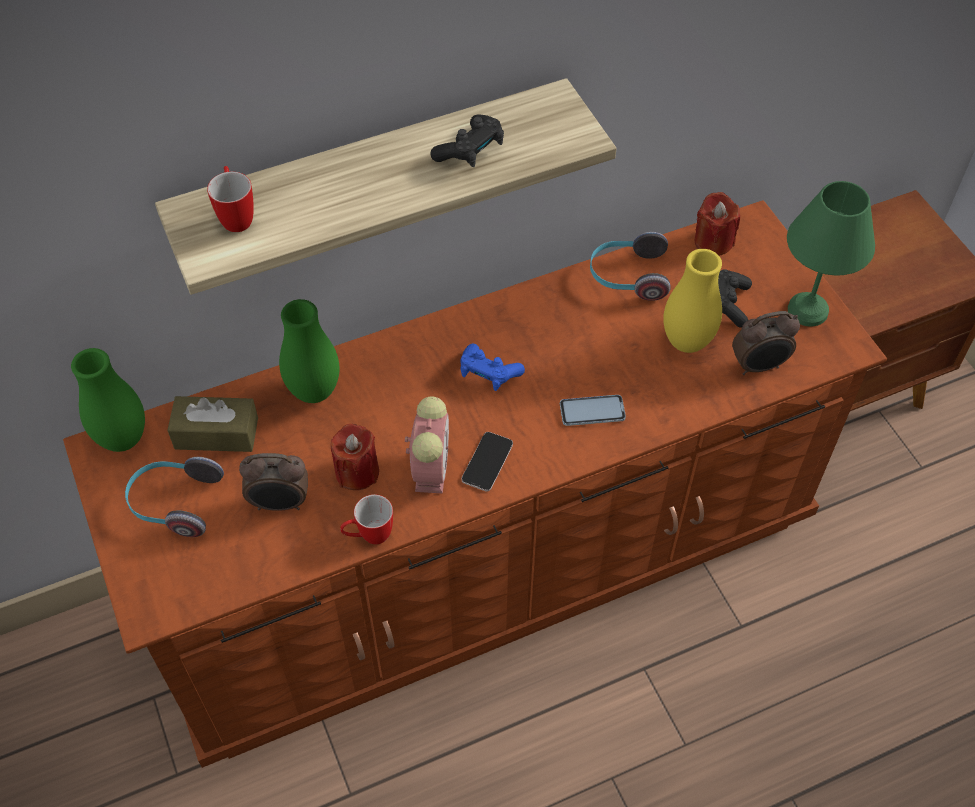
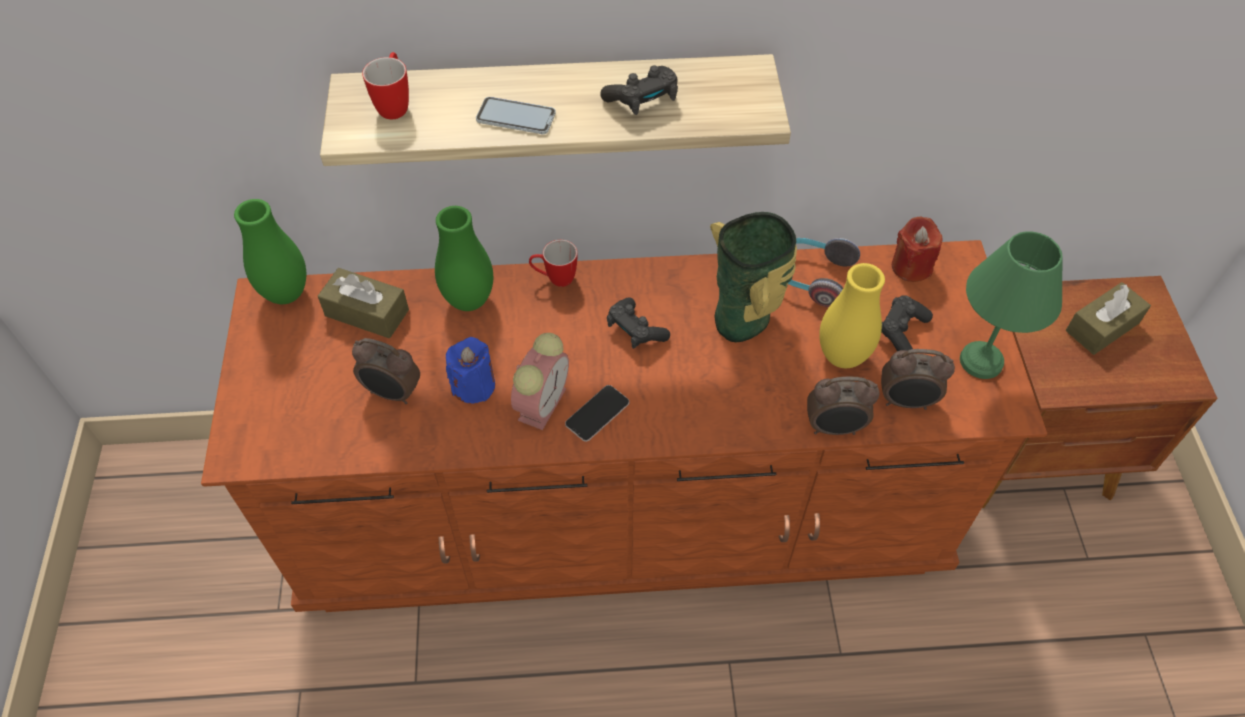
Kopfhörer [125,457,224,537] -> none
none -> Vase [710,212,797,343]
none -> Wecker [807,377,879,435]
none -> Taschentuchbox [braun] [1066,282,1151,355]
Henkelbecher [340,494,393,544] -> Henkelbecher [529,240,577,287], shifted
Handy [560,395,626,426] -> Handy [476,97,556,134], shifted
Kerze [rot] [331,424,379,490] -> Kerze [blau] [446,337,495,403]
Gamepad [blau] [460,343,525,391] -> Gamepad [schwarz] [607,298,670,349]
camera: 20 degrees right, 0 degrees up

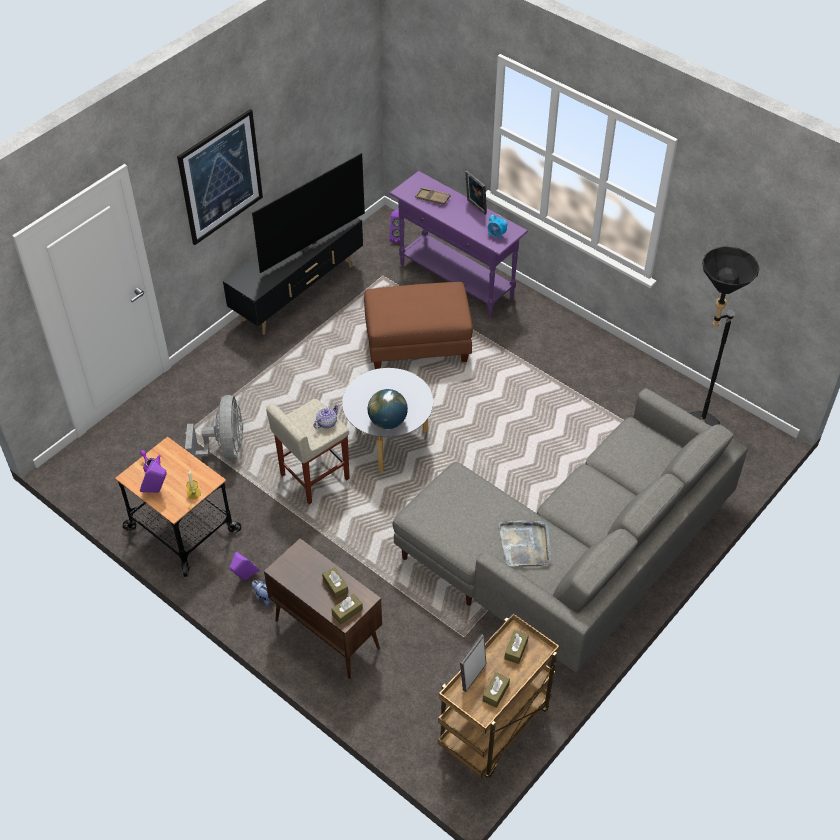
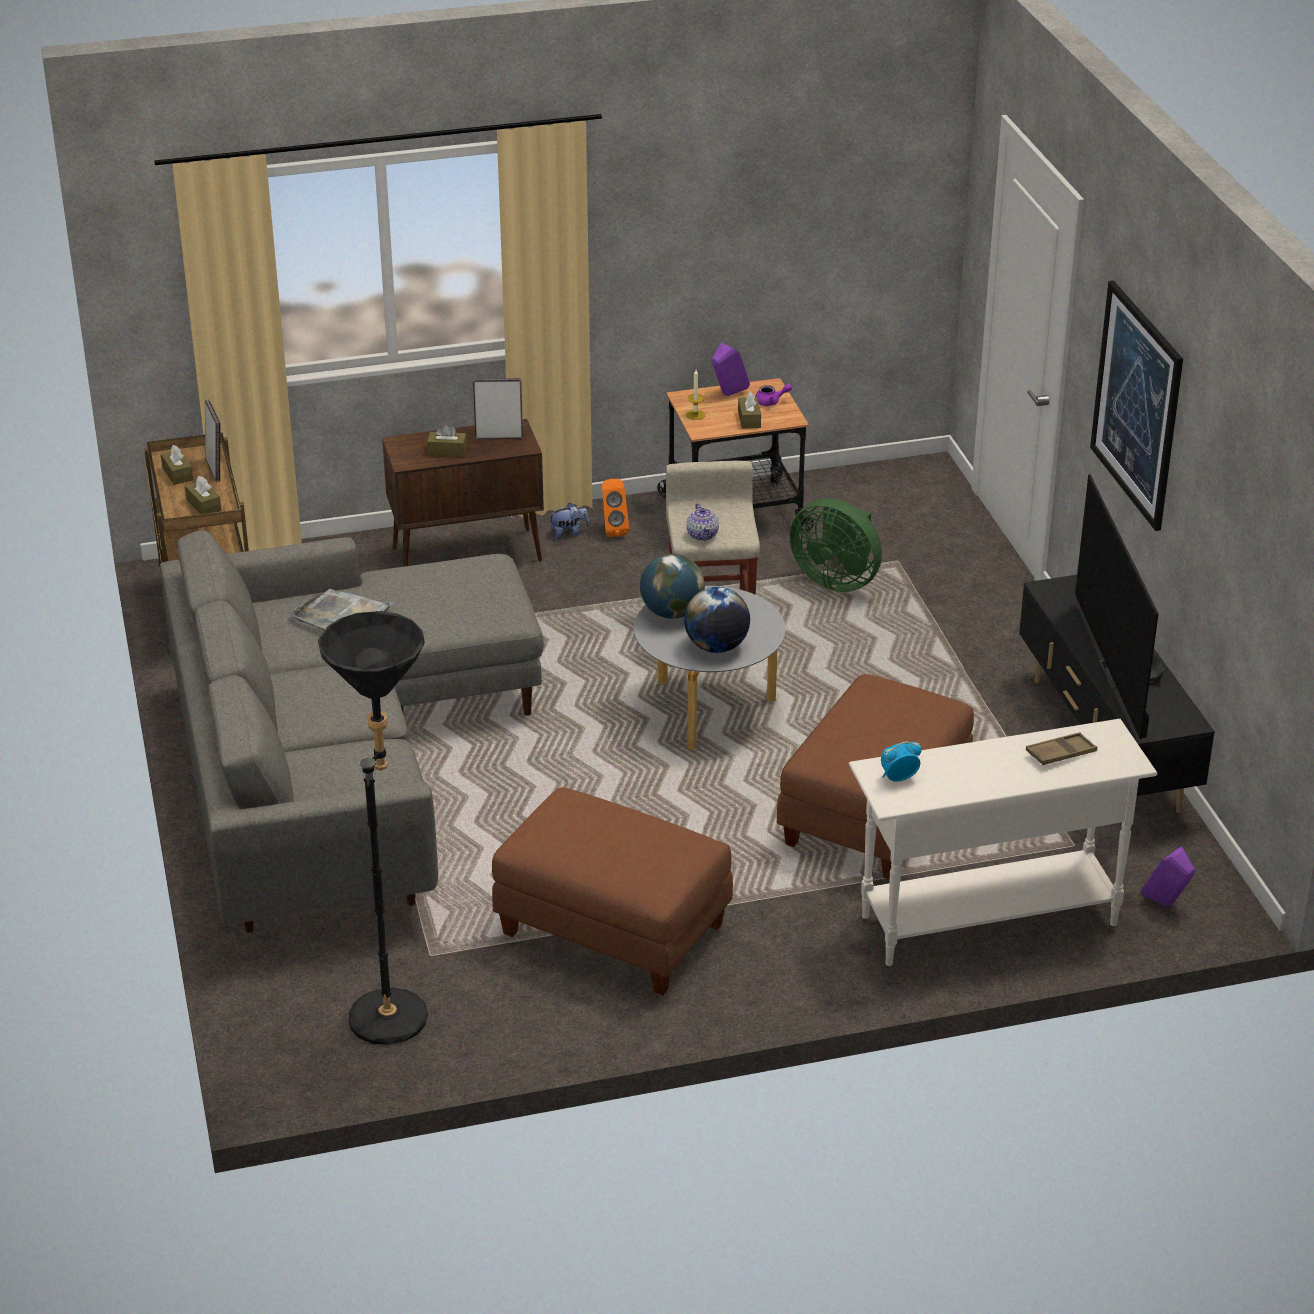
none -> Polsterhocker [braun] [492,787,733,995]
none -> Globus [684,587,750,653]
Taschentuchbox [braun] [332,594,363,625] -> Taschentuchbox [braun] [738,392,761,429], shifted
Bilderrahmen [465,171,487,215] -> Bilderrahmen [473,378,523,439], shifted
Ventilator [grau] [185,395,243,459] -> Ventilator [grün] [790,499,882,592]
Lautsprecher [lila] [230,552,259,580] -> Lautsprecher [orange] [602,479,629,538]
Konsolentisch [lila] [389,171,528,317] -> Konsolentisch [weiß] [849,719,1157,966]
camera: 125 degrees right, 15 degrees down

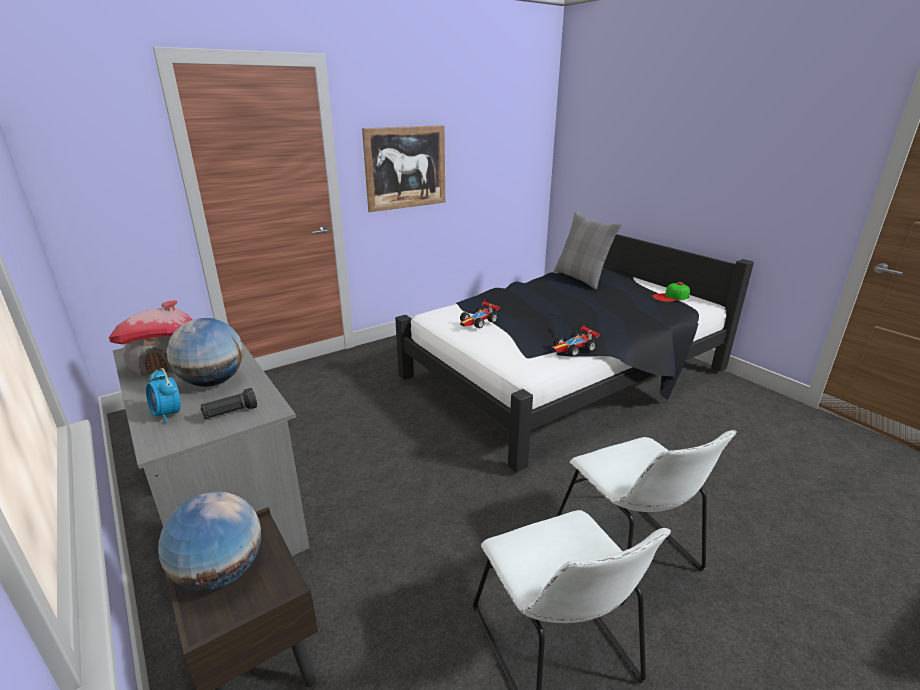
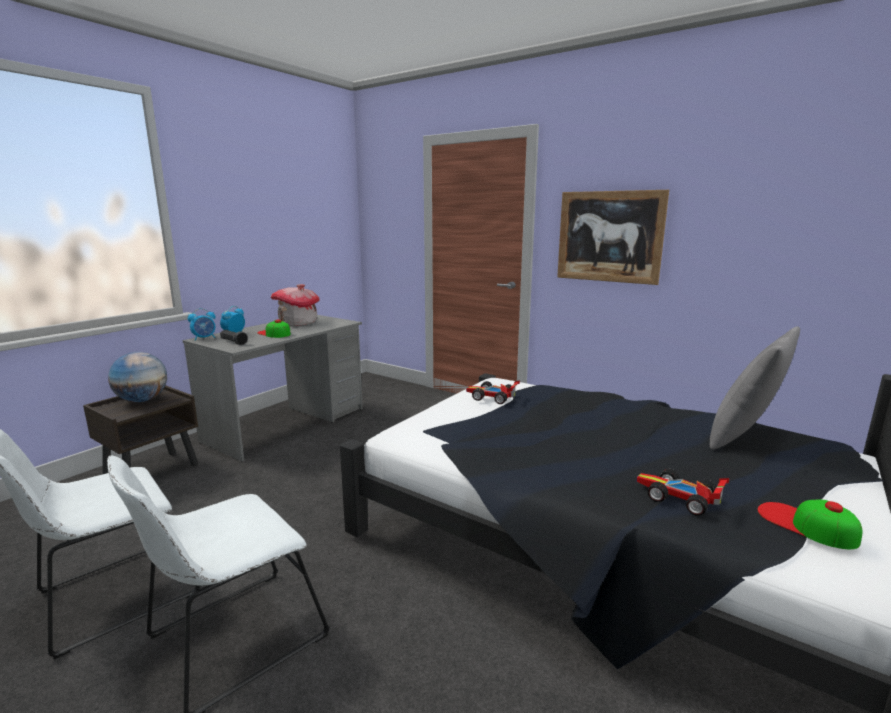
none -> Wecker [188,308,215,341]
Spielzeugauto [552,325,600,356] -> Spielzeugauto [637,468,729,516], shifted
Globus [167,318,243,387] -> Kappe [257,319,291,338]
camera: 70 degrees right, 10 degrees down

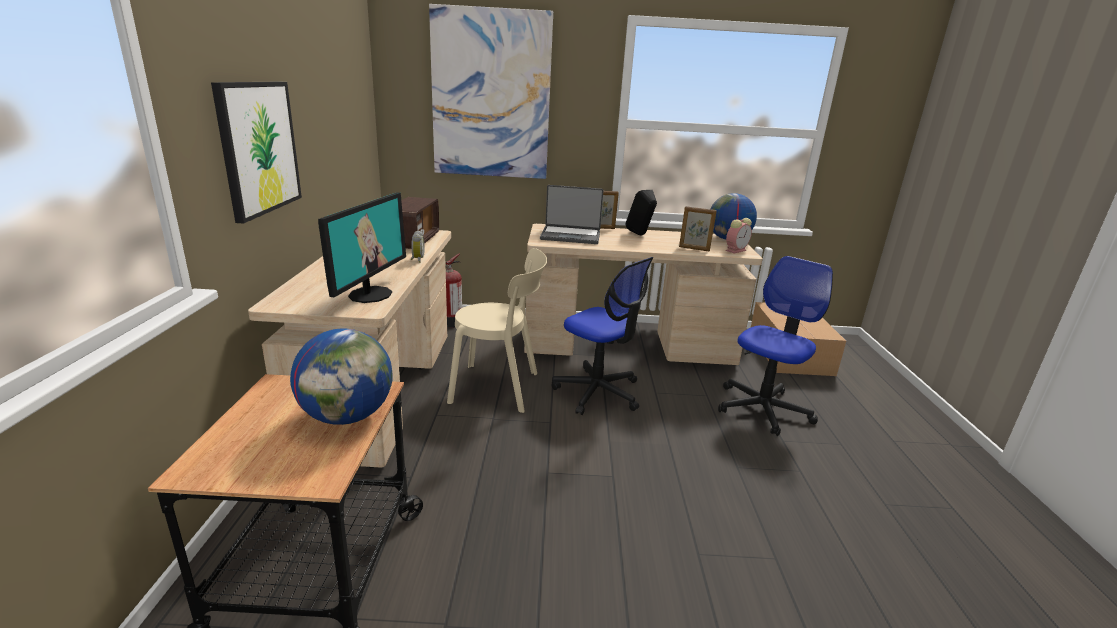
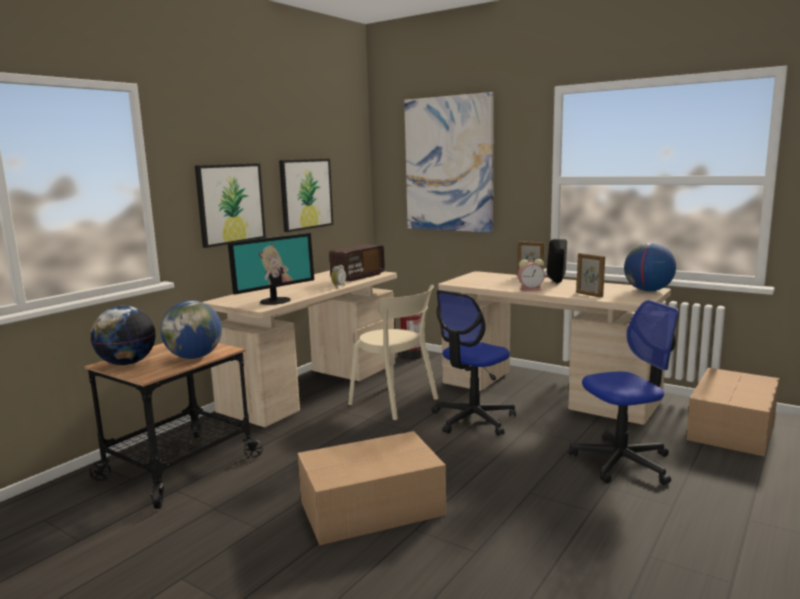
Laptop [540,185,603,244] -> none
none -> Globus [90,306,156,365]
none -> Bild [279,159,333,232]
none -> Karton [298,431,446,546]
Wecker [726,218,752,253] -> Wecker [518,259,545,291], shifted
Bürostuhl [552,257,654,415] -> Bürostuhl [431,290,516,436], 60 degrees clockwise
camera: 35 degrees right, 10 degrees down

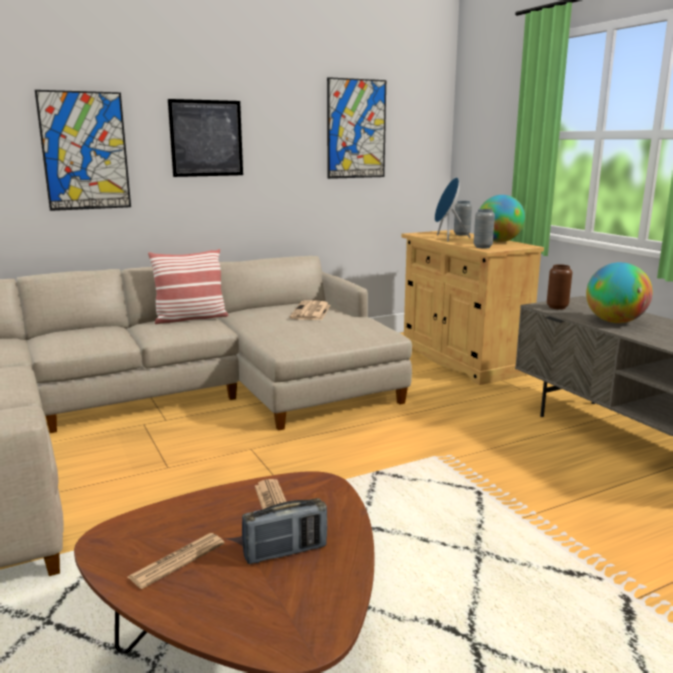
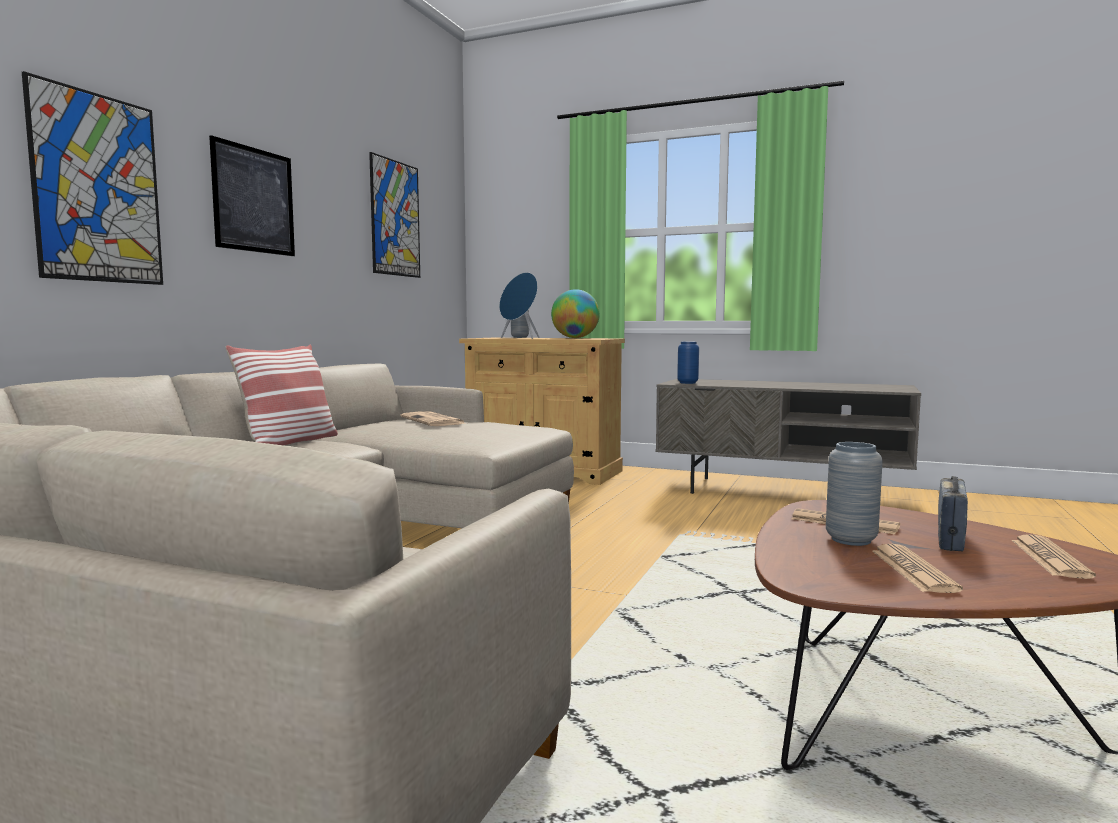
Globus [586,262,653,323] -> none
none -> Zeitung [1012,534,1096,579]
Vase [grau] [474,209,495,248] -> Vase [grau] [826,442,883,546], shifted
Vase [braun] [547,264,572,309] -> Vase [blau] [677,342,699,384]
camera: 40 degrees left, 10 degrees down

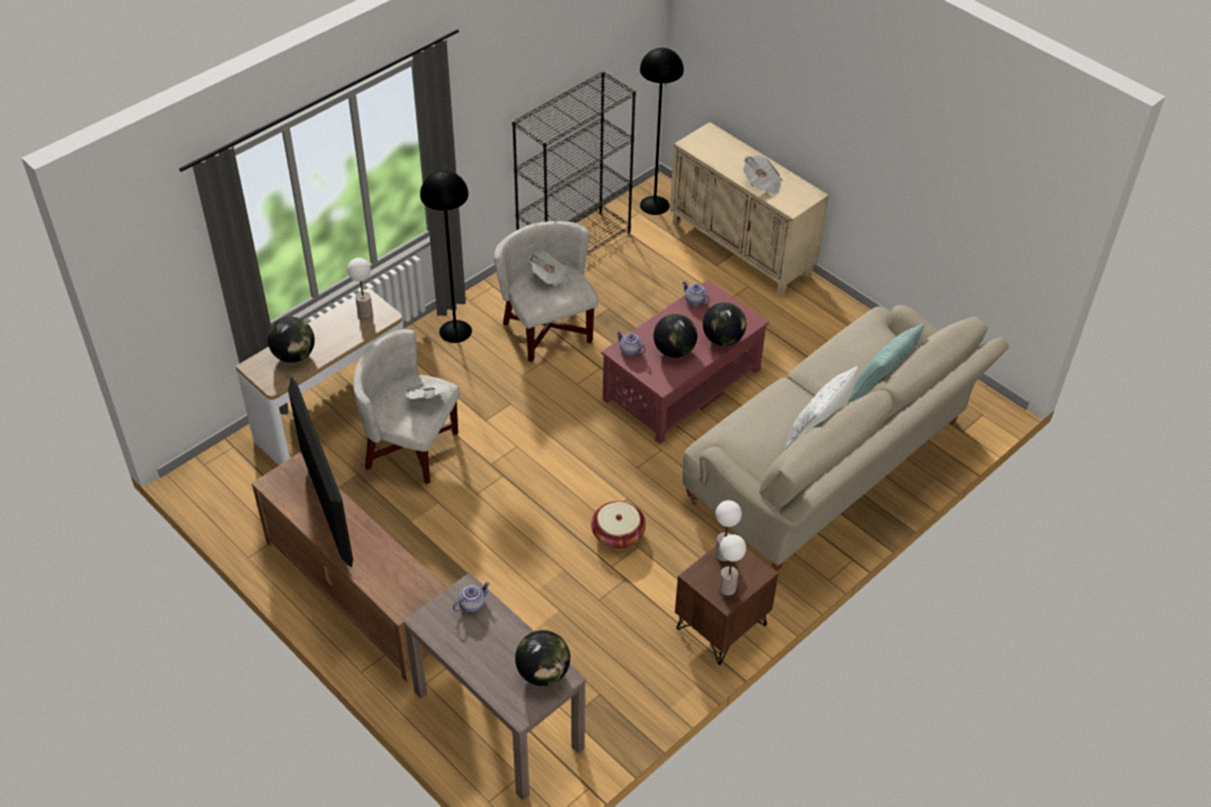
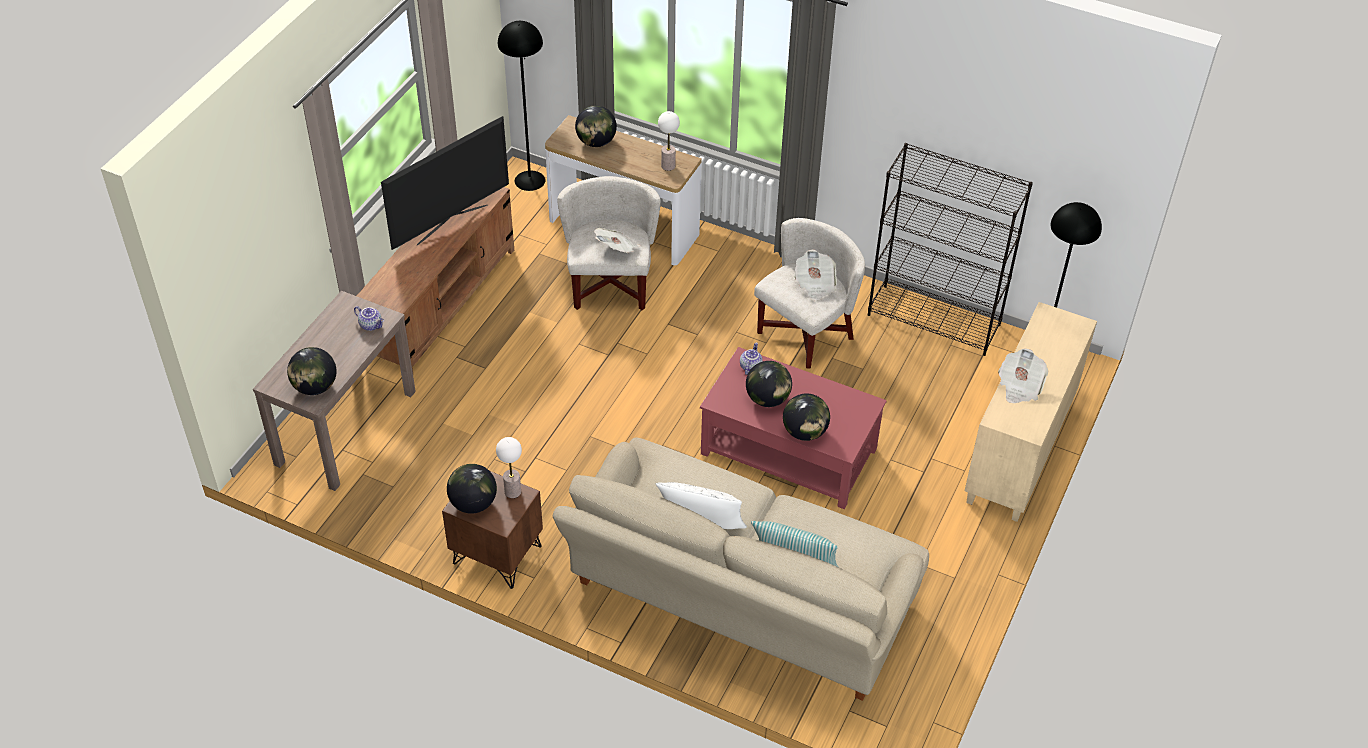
Korb [591,501,646,549] -> none
Teekanne [682,281,710,306] -> none
Stehlampe [schwarz] [420,170,472,343] -> Stehlampe [schwarz] [498,21,545,191], shifted
Tischlampe [719,534,746,596] -> Globus [447,464,497,514]
camera: 70 degrees right, 0 degrees up

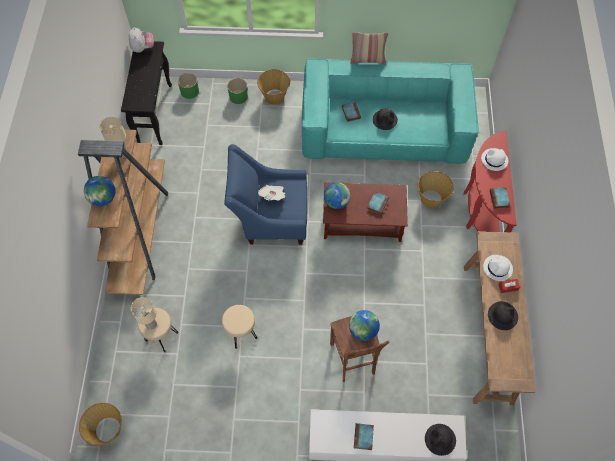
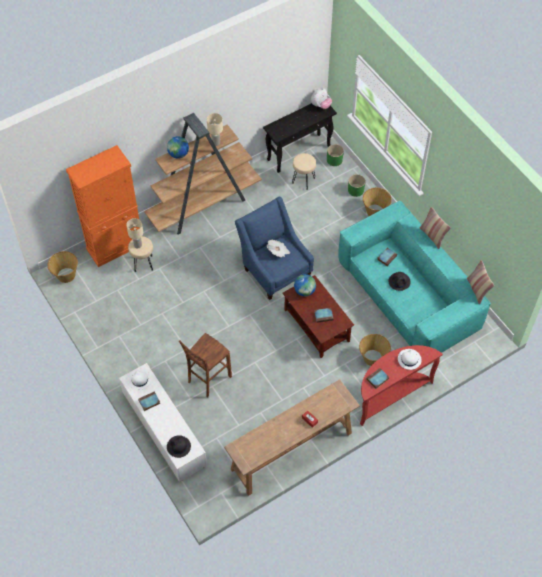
Globus [349,310,380,341] -> none
Hut [schwarz] [488,301,518,330] -> none
none -> Schrank [orange] [66,145,140,267]
none -> Kissen [467,260,494,304]
Hocker [beige] [222,305,257,349] -> Hocker [beige] [292,153,316,190], shifted
Hut [weiß] [483,255,513,281] -> Hut [weiß] [128,369,152,390], shifted
camera: 55 degrees right, 5 degrees down

